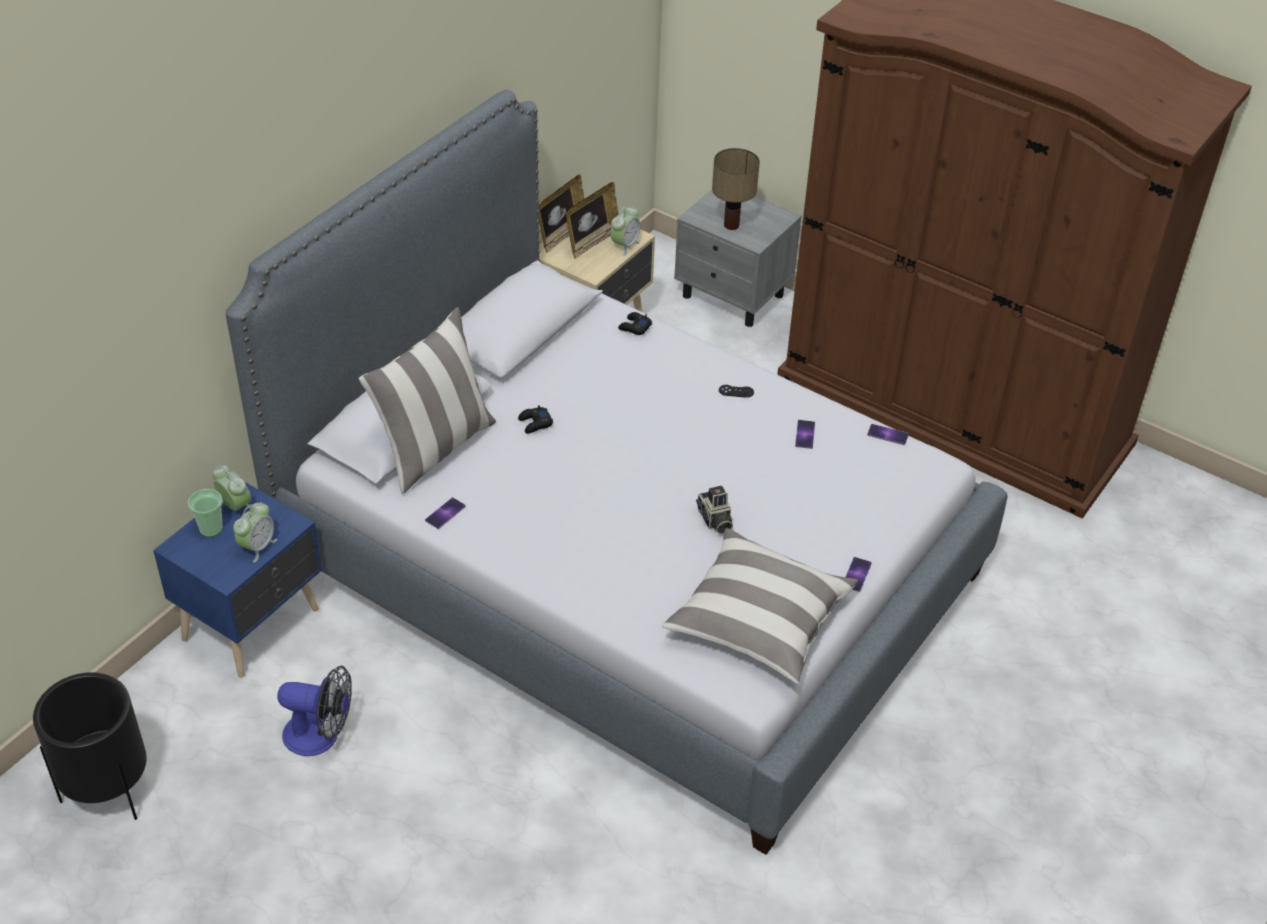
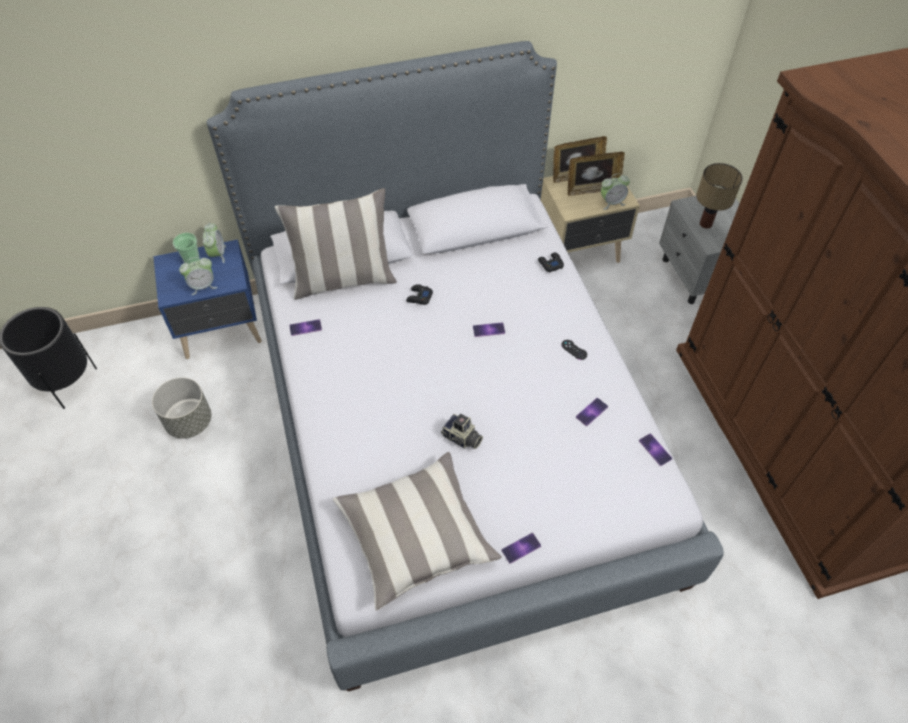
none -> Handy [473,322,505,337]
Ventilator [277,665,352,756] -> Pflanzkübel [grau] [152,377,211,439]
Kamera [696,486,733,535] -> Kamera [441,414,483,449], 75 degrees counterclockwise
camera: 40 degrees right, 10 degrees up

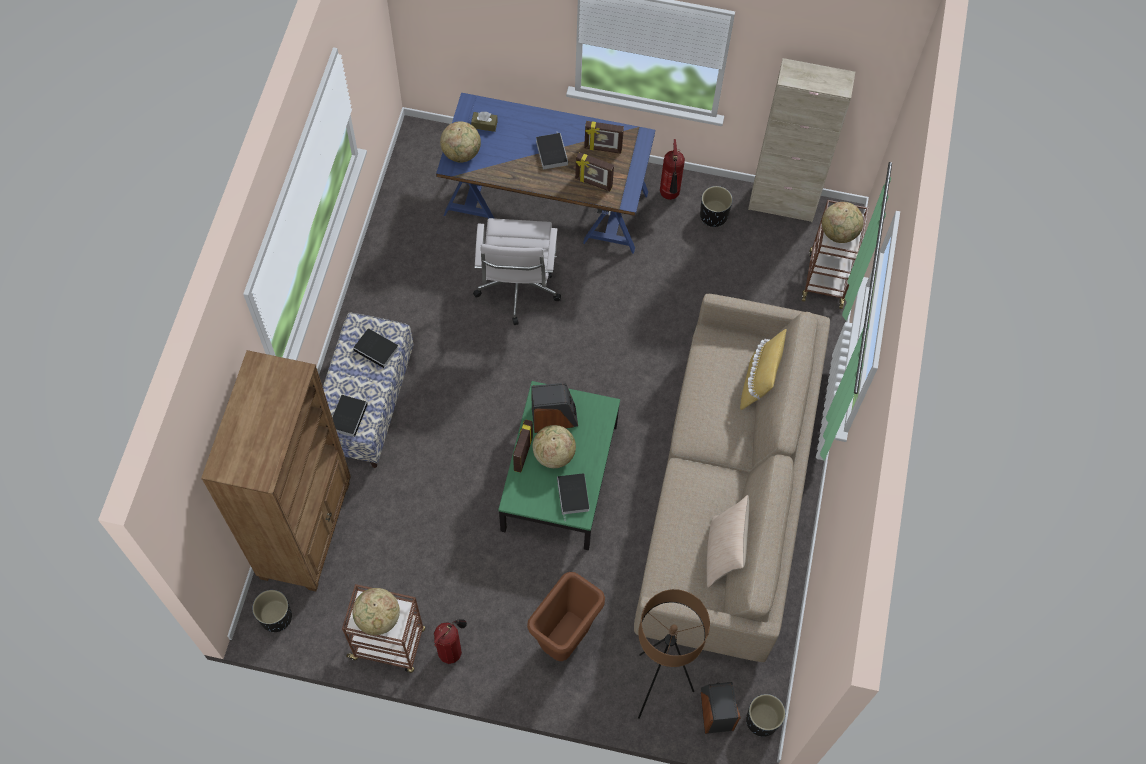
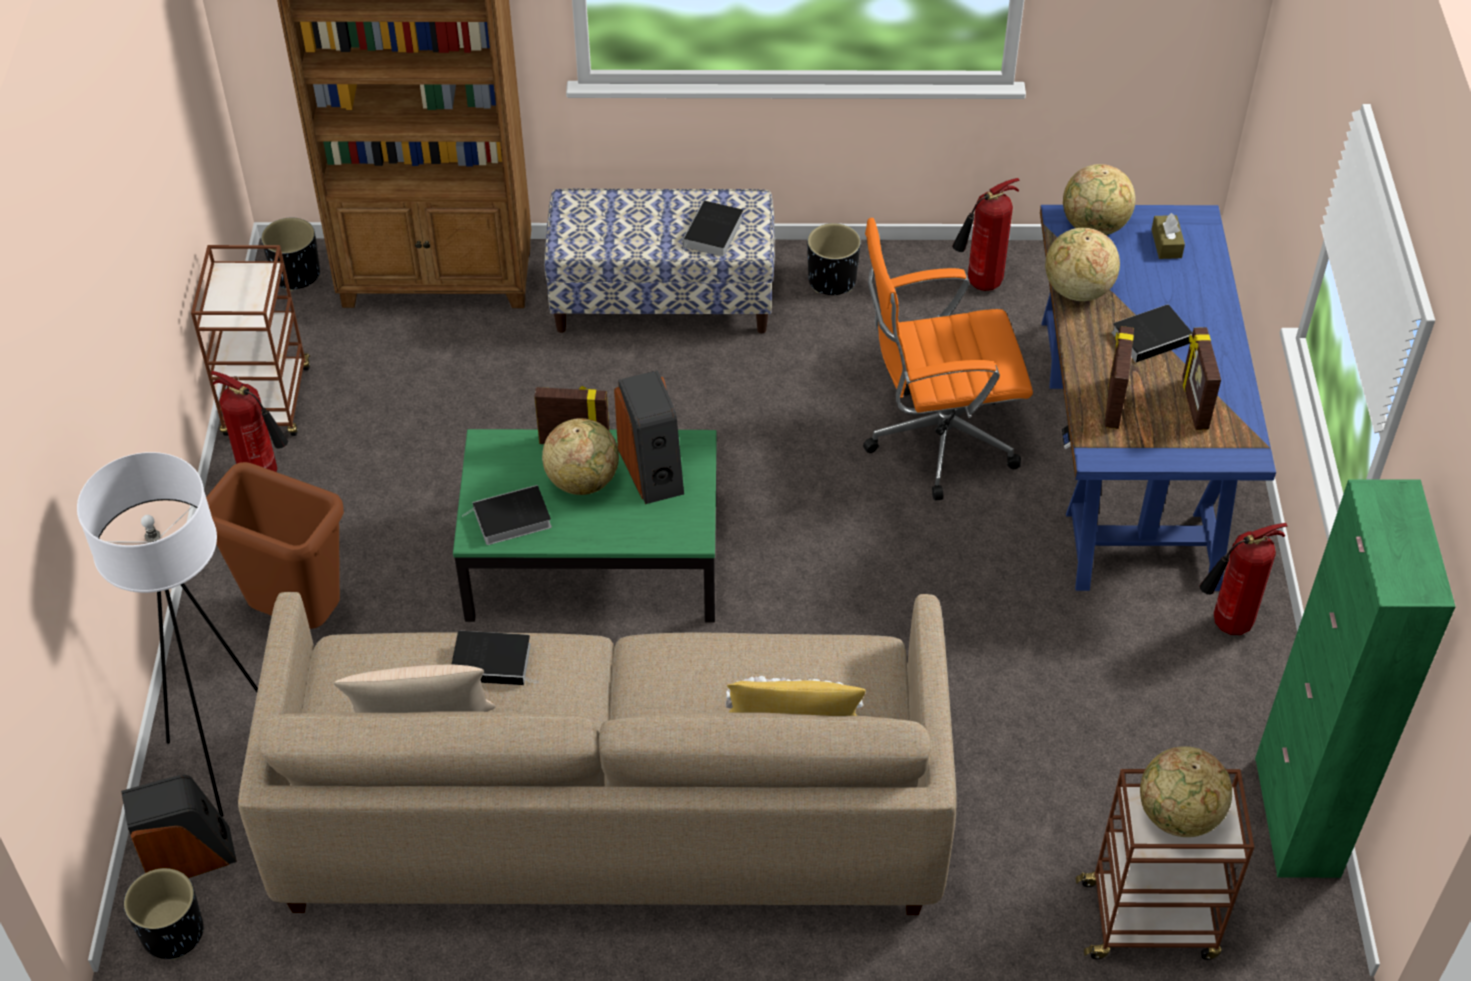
none -> Feuerlöscher [952,178,1020,291]
Buch [332,395,368,437] -> Buch [451,631,539,685], shifted
Globus [352,588,400,635] -> Globus [1045,228,1120,301], shifted
Pflanzkübel [schwarz] [700,186,733,227] -> Pflanzkübel [schwarz] [807,223,861,295], shifted
Bürostuhl [weiß] [473,218,561,325] -> Bürostuhl [orange] [863,218,1033,501]
Stehlampe [braun] [638,589,710,719] -> Stehlampe [weiß] [77,452,258,817]
Schrank [beige] [748,58,855,222] -> Schrank [grün] [1255,479,1456,878]
camera: 80 degrees right, 15 degrees down

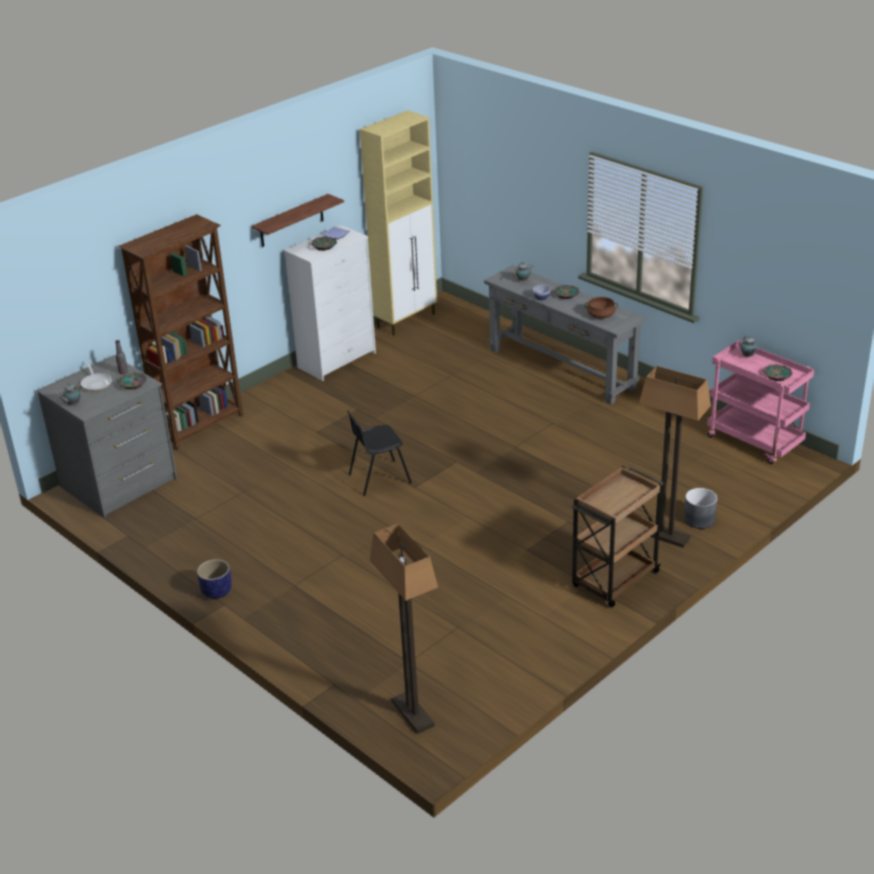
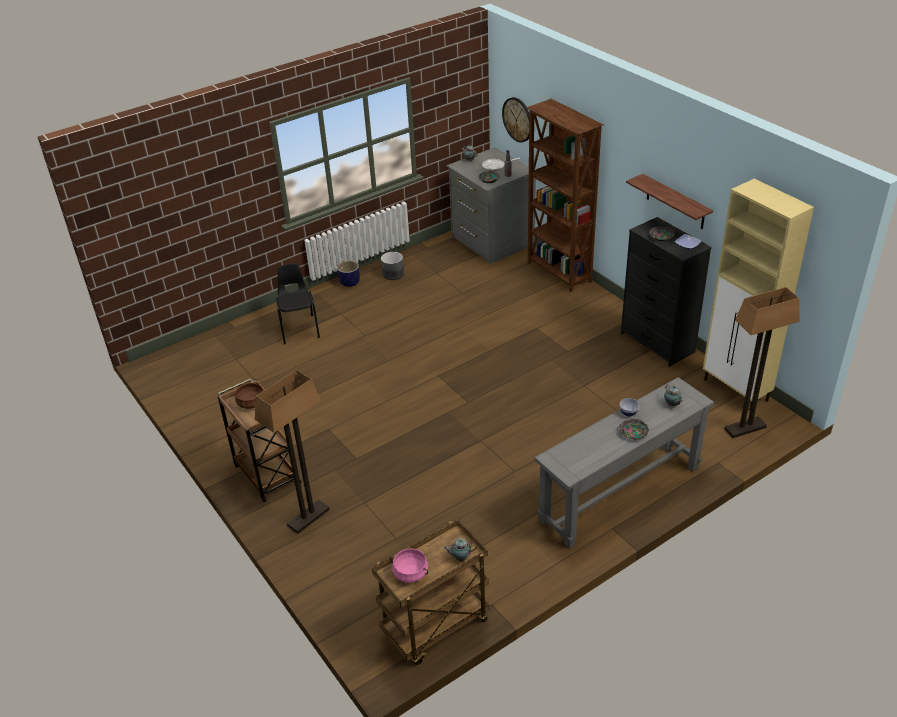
none -> Wanduhr [502,97,529,142]
Stuhl [schwarz] [346,411,412,496] -> Stuhl [schwarz] [276,263,320,344], shifted
Stehlampe [370,524,438,734] -> Stehlampe [725,287,800,438], shifted
Kochtopf [braun] [585,297,618,318] -> Kochtopf [braun] [235,383,263,409], shifted
Pflanzkübel [grau] [684,488,718,529] -> Pflanzkübel [grau] [381,252,404,280], shifted
Schüssel [763,364,793,381] -> Kochtopf [rosa] [390,548,428,583]
Kommode [weiß] [284,225,376,381] -> Kommode [schwarz] [621,217,712,367]
Rollwagen [rosa] [707,340,814,464] -> Rollwagen [braun] [372,519,489,665]
camera: 100 degrees right, 5 degrees up

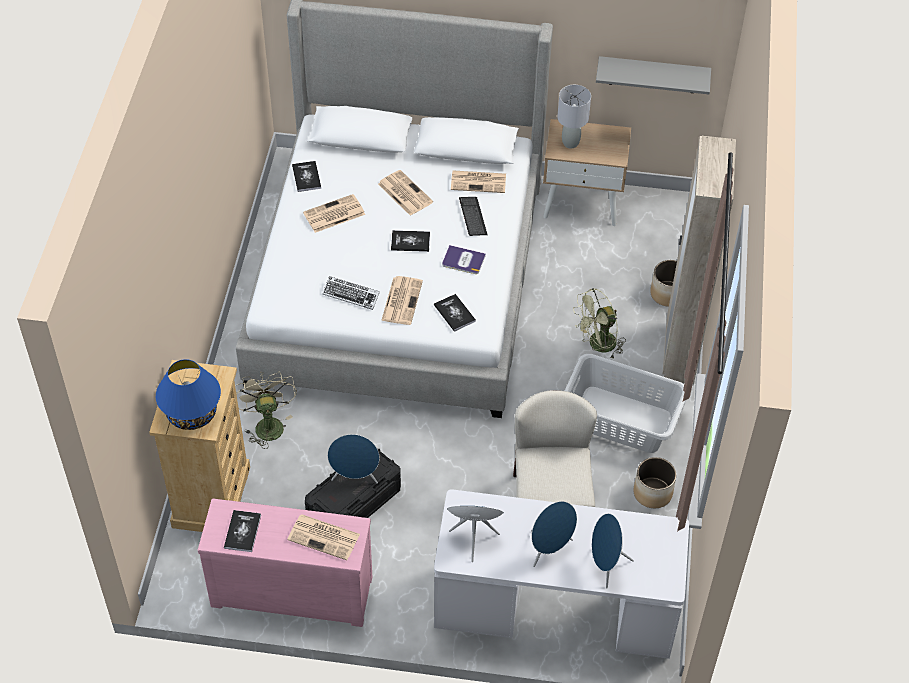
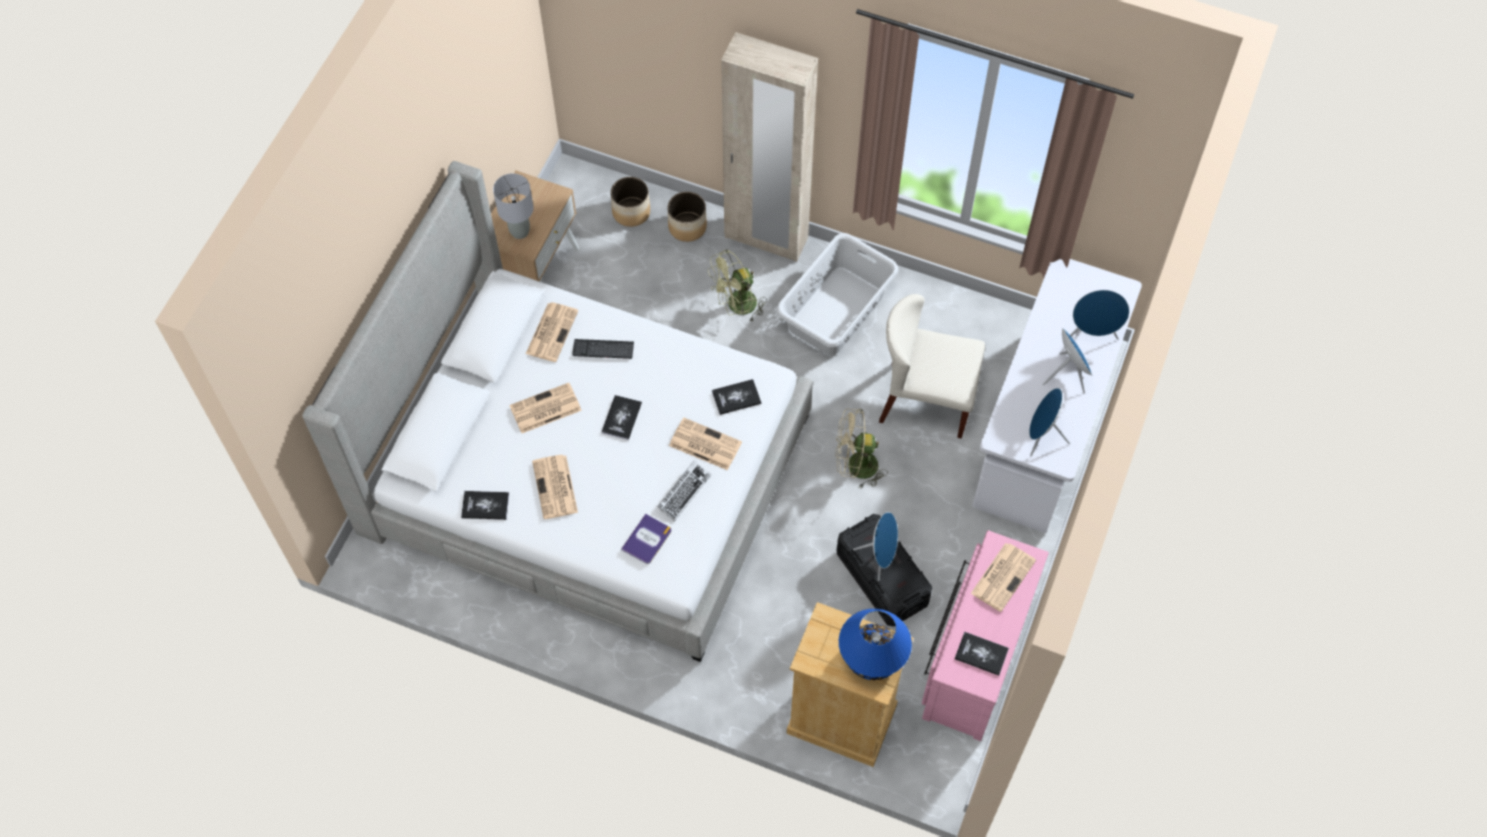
Wandregal [grau] [596,56,711,94] -> none
Ventilator [beige] [235,371,297,449] -> Ventilator [beige] [836,409,888,489], shifted
Buch [442,245,486,274] -> Buch [621,514,671,564], shifted
Pflanzkübel [634,457,676,508] -> Pflanzkübel [610,177,650,227], shifted
Ventilator [grün] [573,288,626,358] -> Ventilator [grün] [708,250,767,322], 75 degrees clockwise
camera: 75 degrees left, 10 degrees up

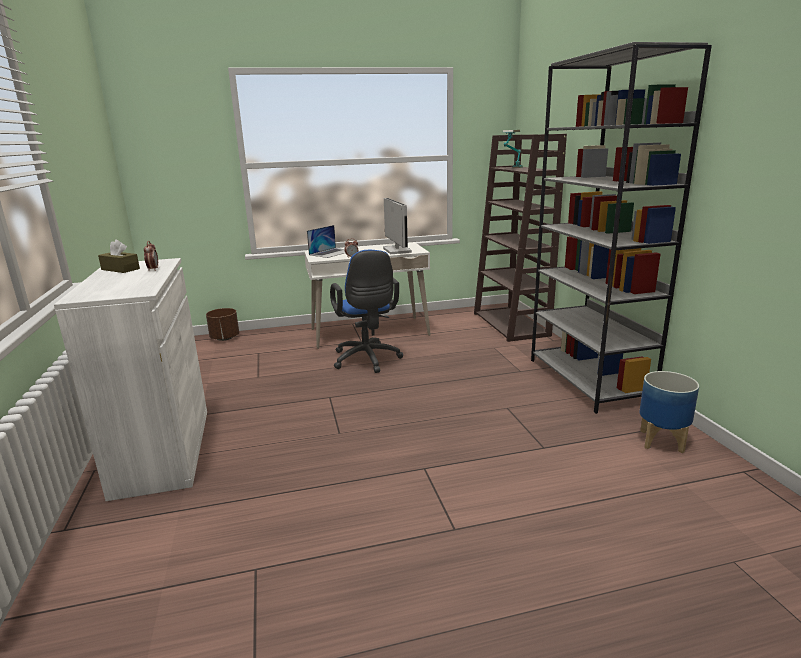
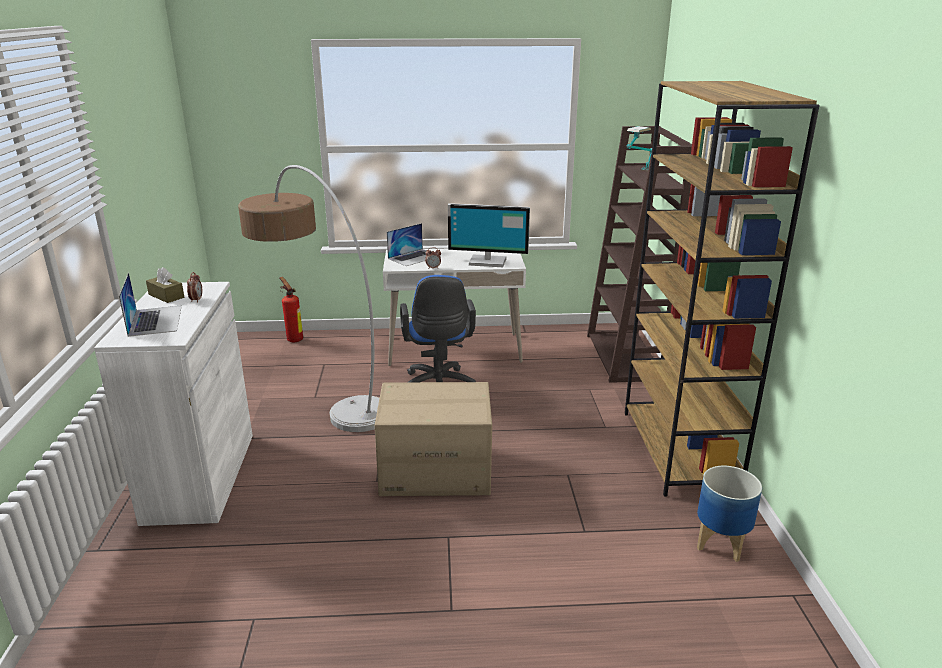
none -> Laptop [119,273,182,337]
none -> Stehlampe [238,165,380,432]
none -> Karton [375,382,492,496]
Pflanzkübel [braun] [206,308,239,341] -> Feuerlöscher [279,277,303,342]
Bücherregal [grau] [531,42,712,414] -> Bücherregal [braun] [625,81,820,497]
Monitor [383,198,412,254] -> Monitor [448,203,530,267], 105 degrees clockwise
camera: 10 degrees right, 5 degrees up

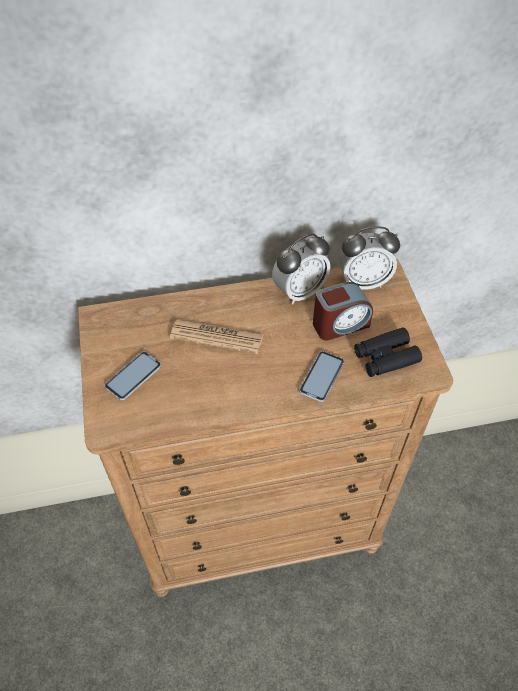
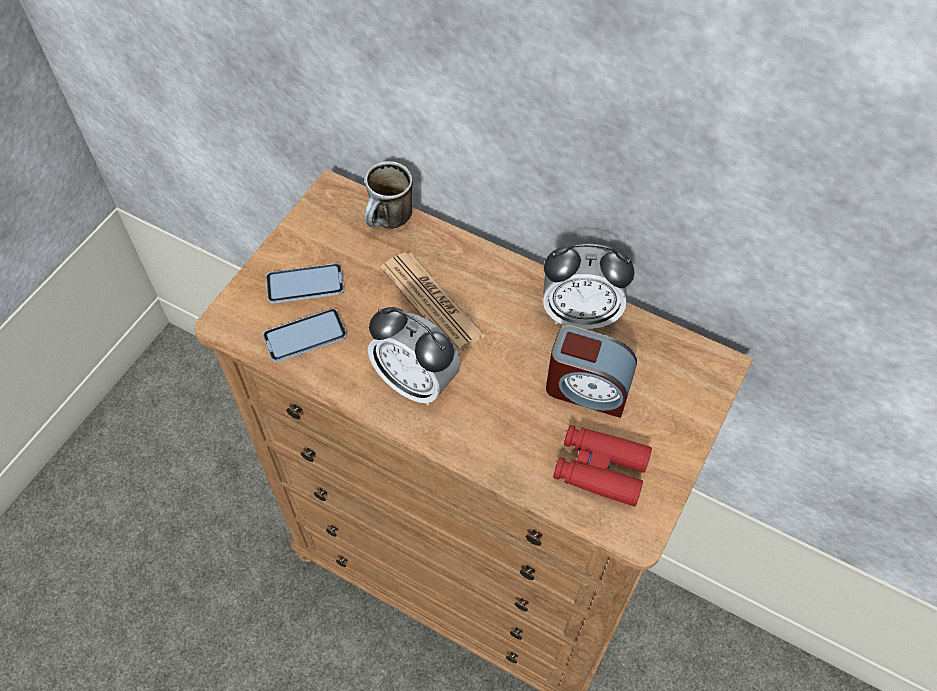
none -> Henkelbecher [364,161,413,229]
Handy [299,351,344,402] -> Handy [263,308,347,362], shifted
Wecker [339,226,400,290] -> Wecker [368,307,461,405], shifted
Fernglas [schwarz] [354,327,422,377] -> Fernglas [rot] [553,425,652,507]
camera: 40 degrees right, 5 degrees up

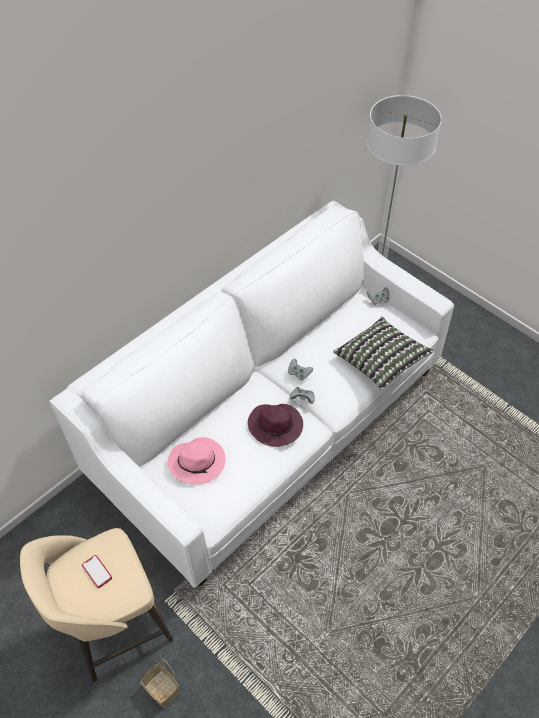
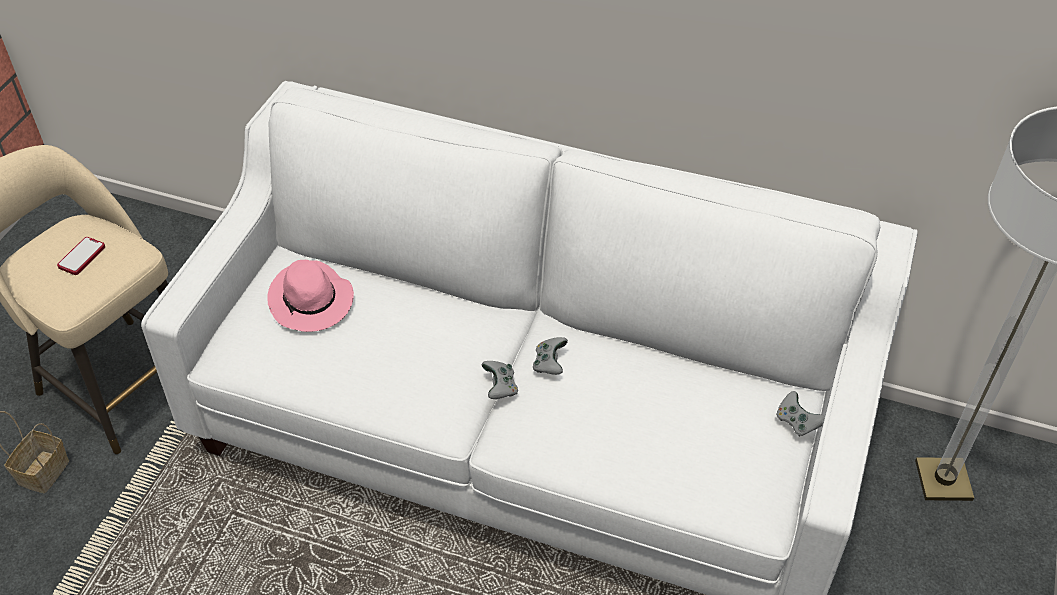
Hut [lila] [248,404,303,447] -> none
Kissen [333,317,434,390] -> none
camera: 65 degrees right, 5 degrees down

